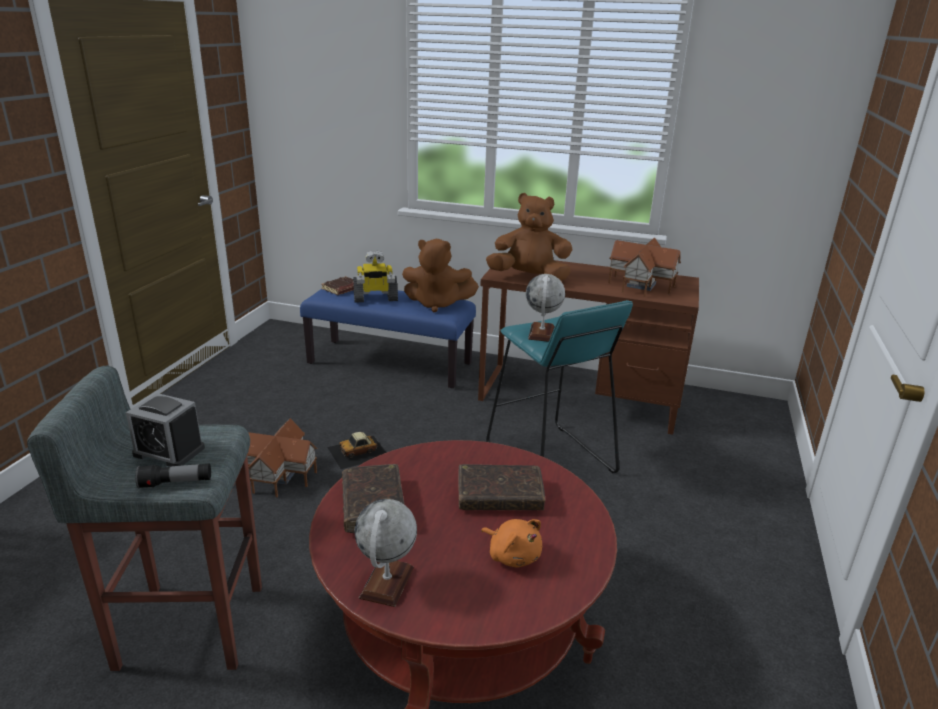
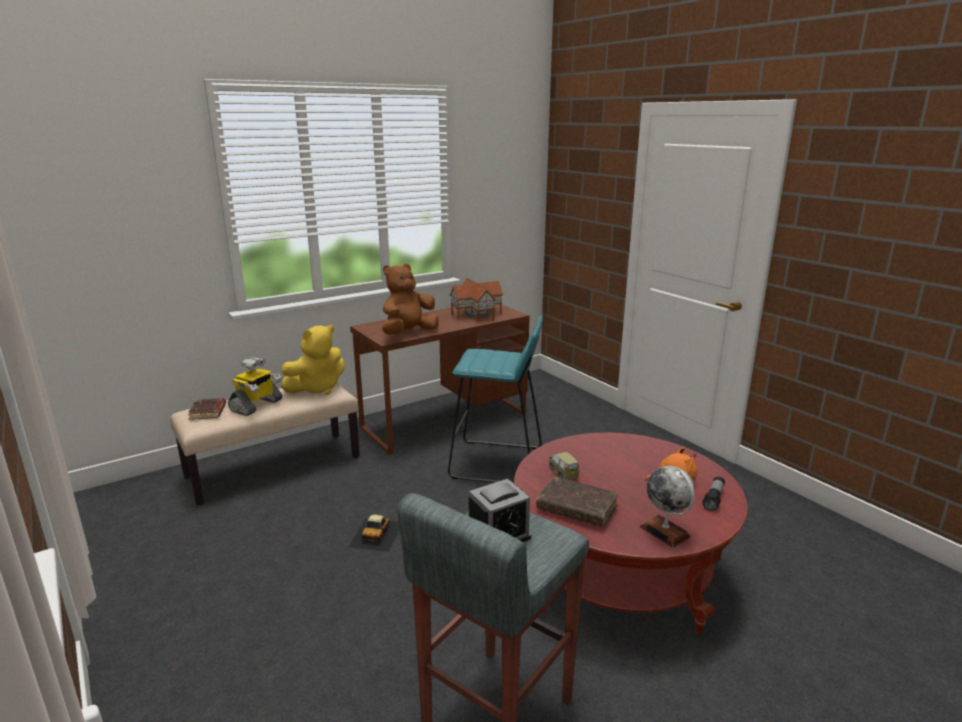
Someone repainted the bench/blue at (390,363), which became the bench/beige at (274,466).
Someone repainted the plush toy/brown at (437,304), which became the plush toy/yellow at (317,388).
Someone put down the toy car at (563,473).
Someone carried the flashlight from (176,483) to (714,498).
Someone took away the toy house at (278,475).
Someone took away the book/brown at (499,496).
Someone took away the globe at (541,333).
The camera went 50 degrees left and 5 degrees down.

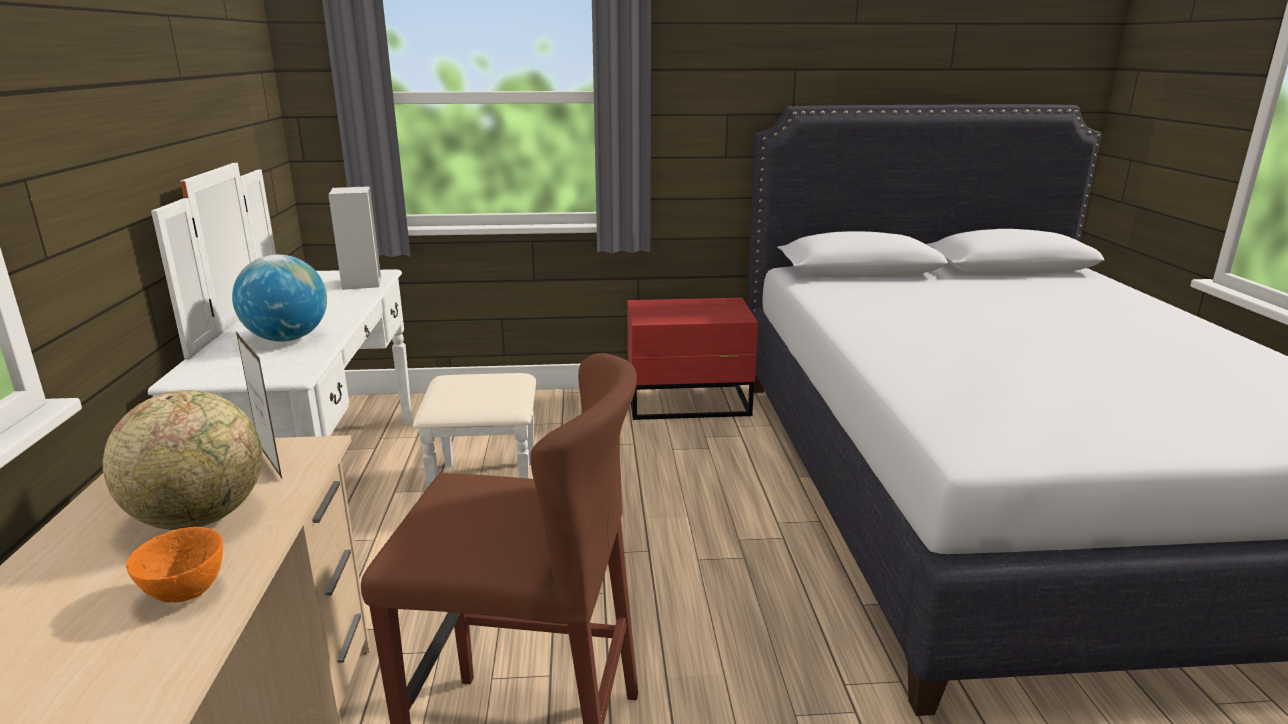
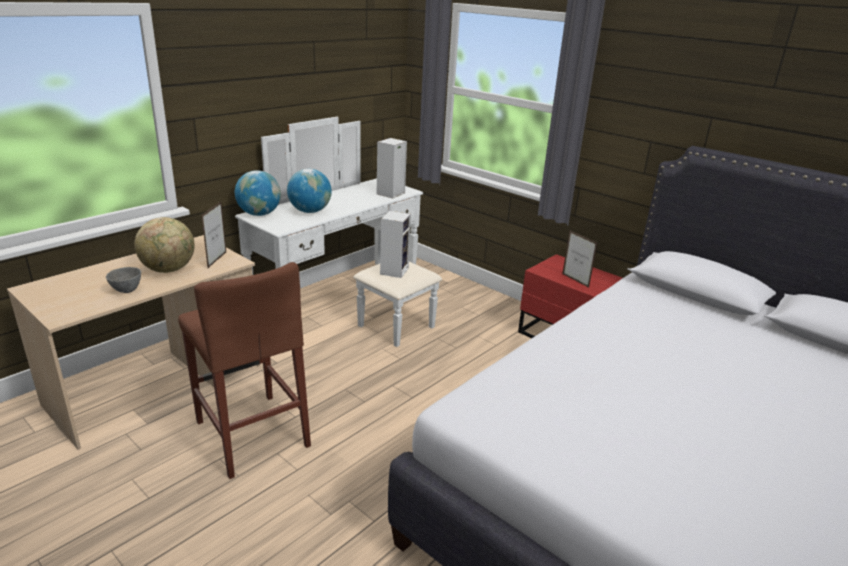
Someone repainted the bowl/orange at (188,593), which became the bowl/grey at (127,291).
Someone put down the globe at (259,214).
Someone put down the speaker at (394,270).
Someone put down the picture frame at (575,280).
The camera went 45 degrees right and 5 degrees up.

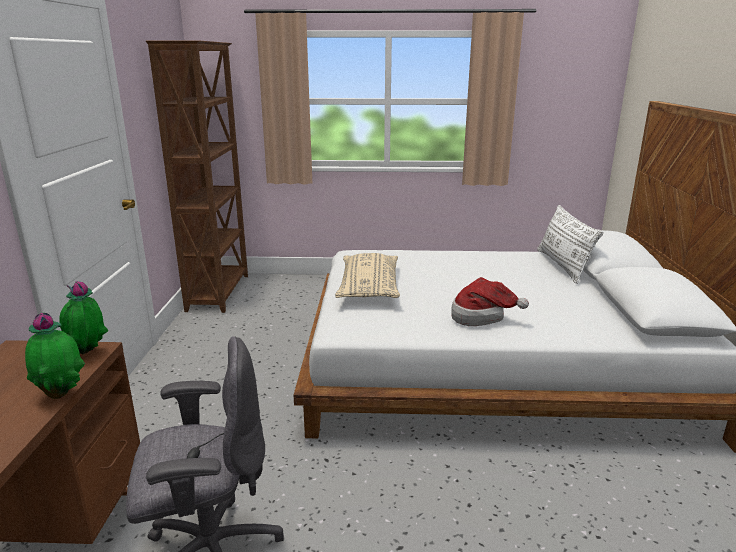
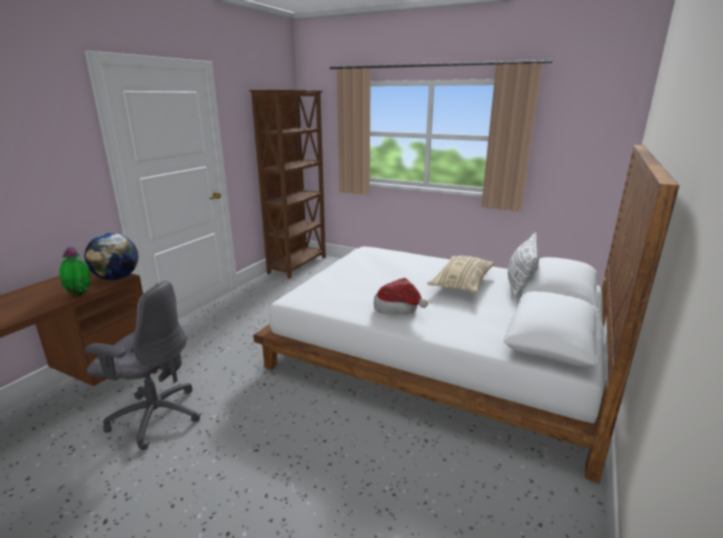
Someone swapped the potted plant at (88,354) for the globe at (116,278).
Someone carried the pillow/beige from (369,288) to (462,283).
The camera went 25 degrees right and 0 degrees up.

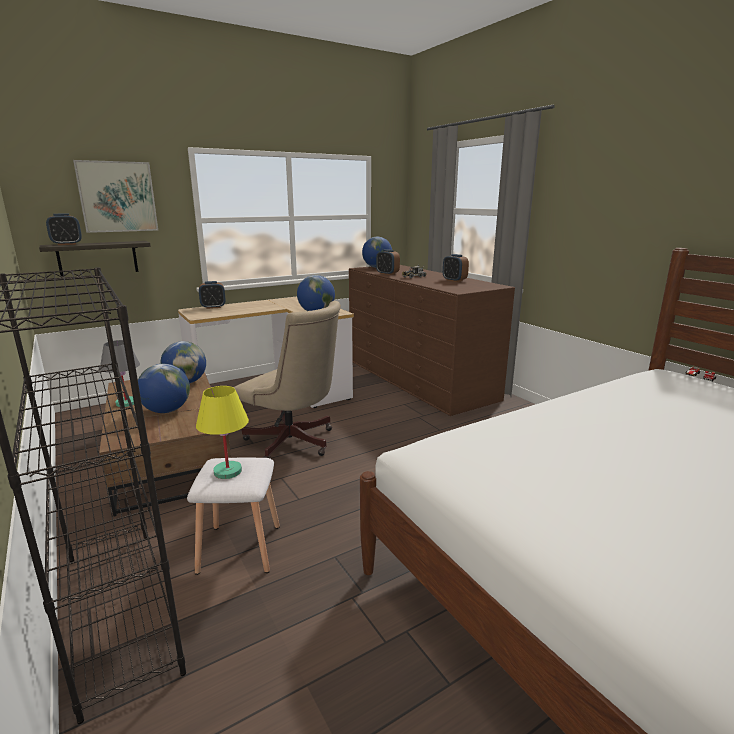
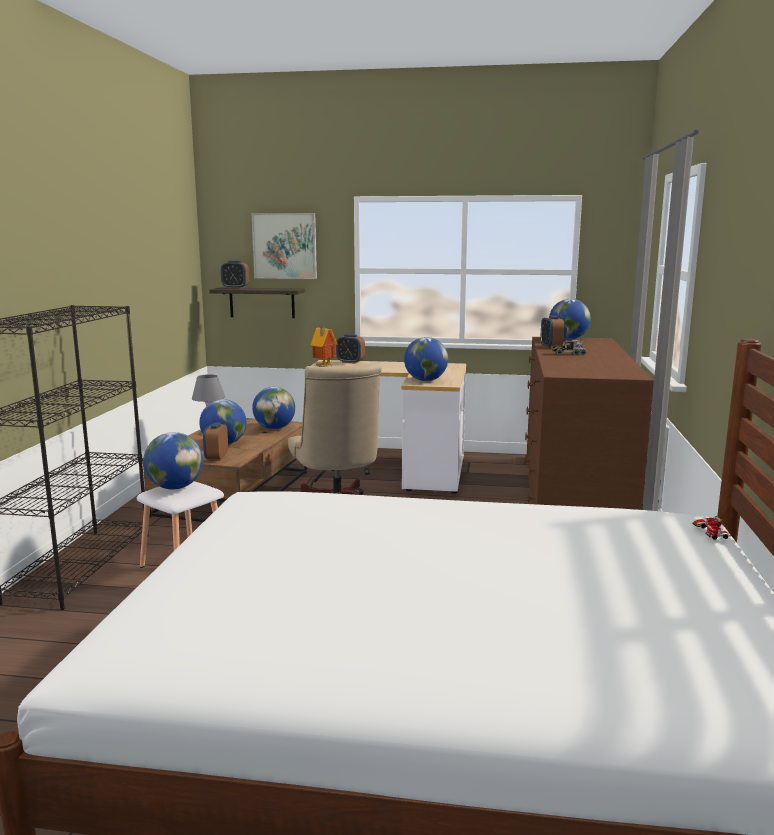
Someone swapped the table lamp/yellow at (227,472) for the globe at (175,487).
Someone carried the alarm clock from (454,280) to (216,457).
Someone put down the toy house at (323,366).
The camera went 40 degrees right and 5 degrees down.

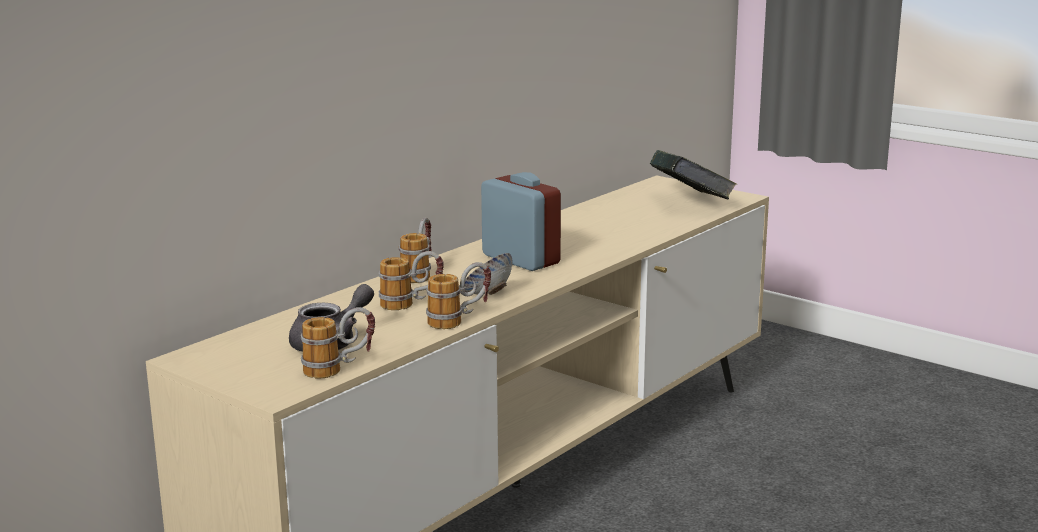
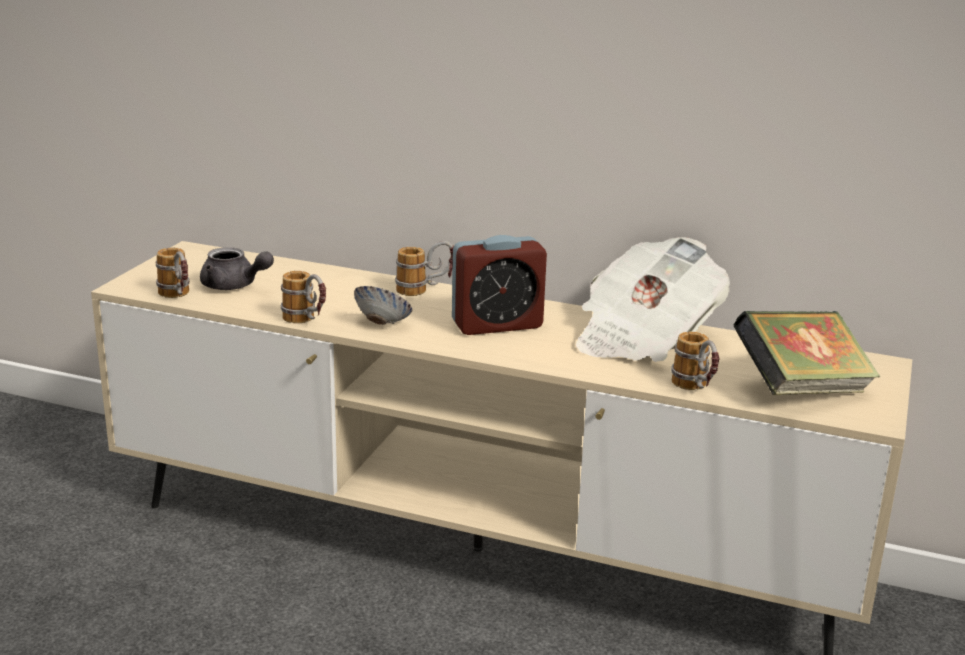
Someone rotated the alarm clock at (520,259) by 45 degrees clockwise.
Someone put down the newspaper at (643,338).
Someone carried the mug from (411,305) to (696,389).
The camera went 70 degrees right and 5 degrees up.

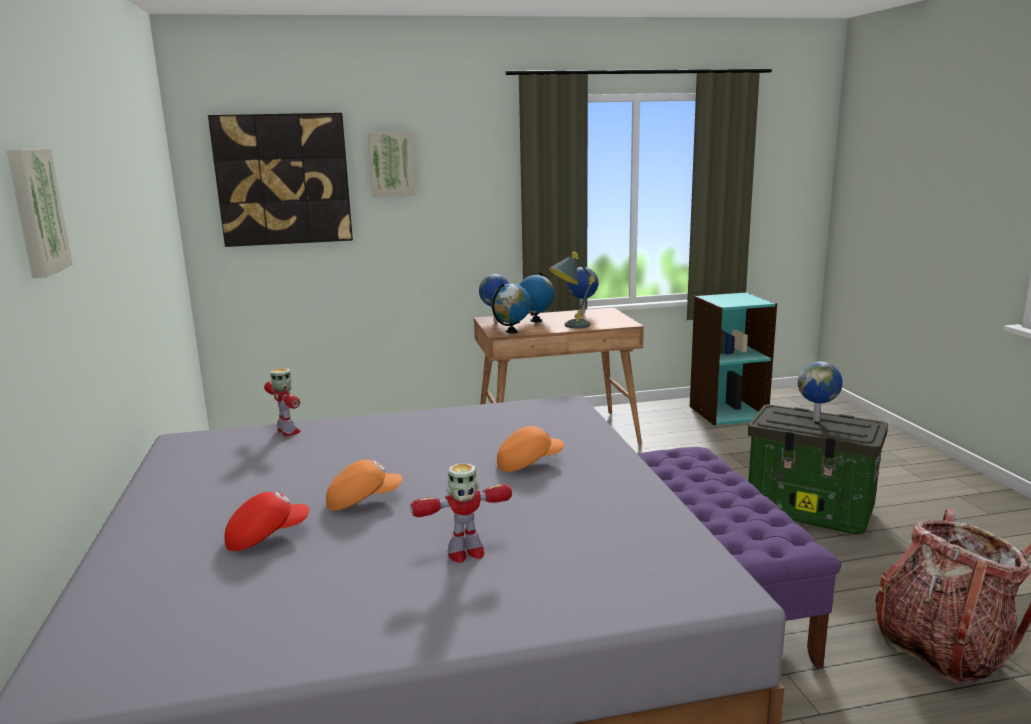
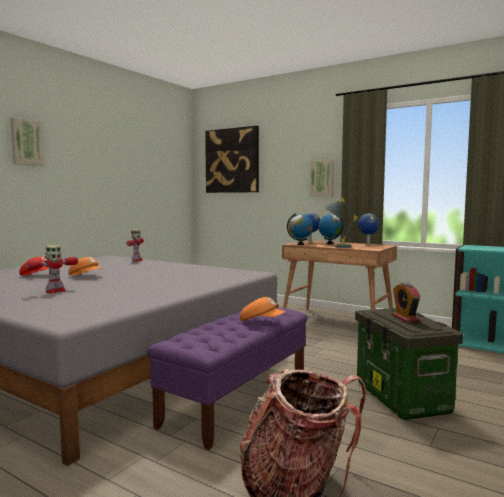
Someone rotated the toy robot at (465,553) by 75 degrees counterclockwise.
Someone carried the cap/orange from (529,463) to (261,321).
Someone carried the picture from (391,164) to (322,178).
Someone swapped the globe at (817,420) for the alarm clock at (405,318).
The camera went 45 degrees right and 10 degrees down.

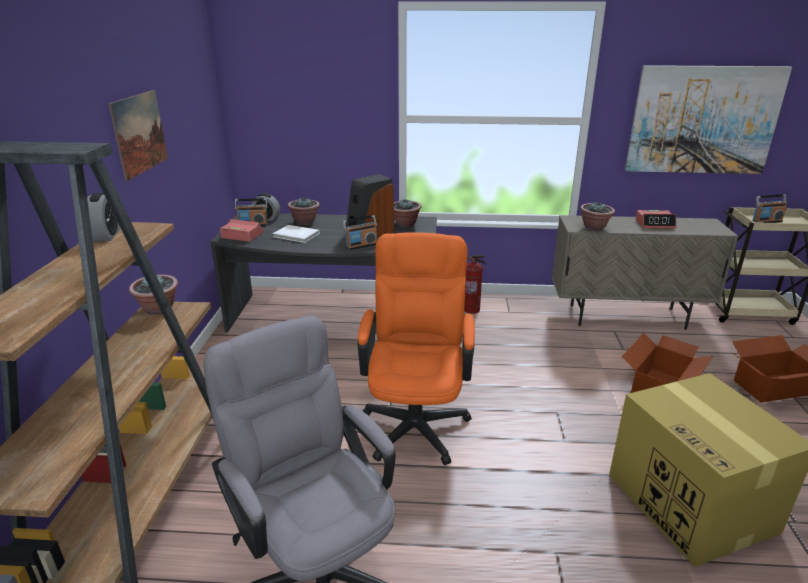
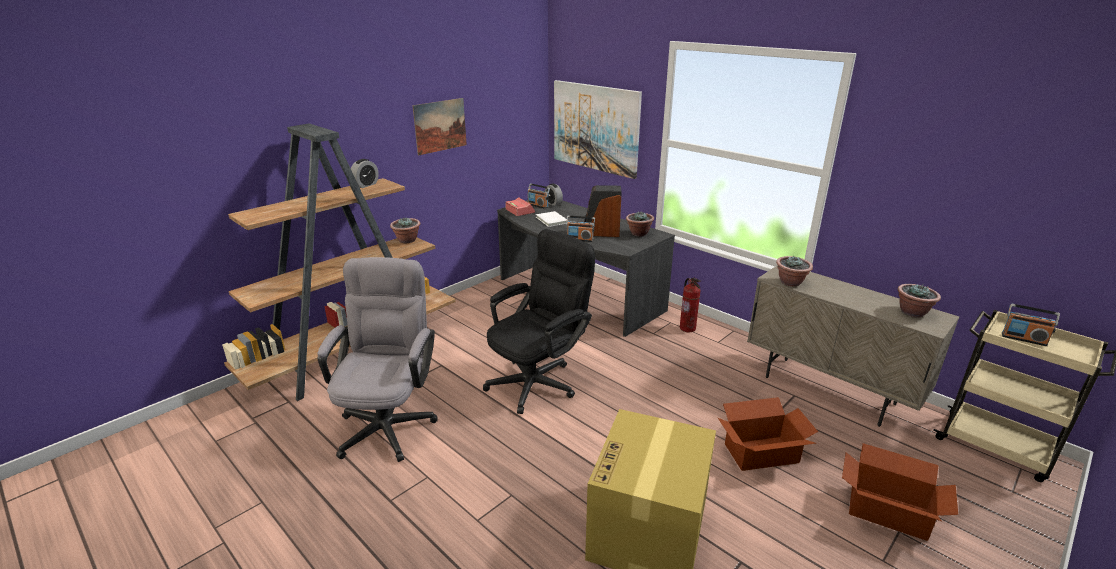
Someone repainted the office chair/orange at (416,420), which became the office chair/black at (539,380).
Someone carried the picture from (703,120) to (595,128).
Someone carried the potted plant from (305,222) to (912,312).
Someone took away the alarm clock at (655,224).
The camera went 40 degrees right and 0 degrees up.

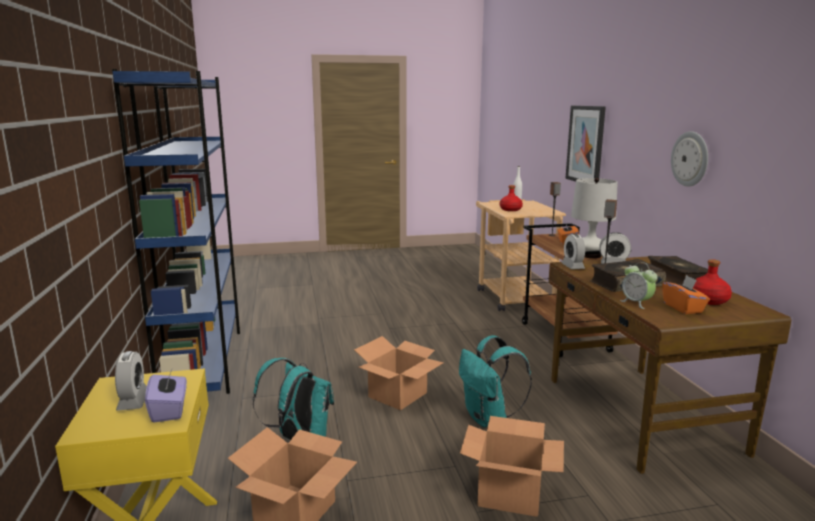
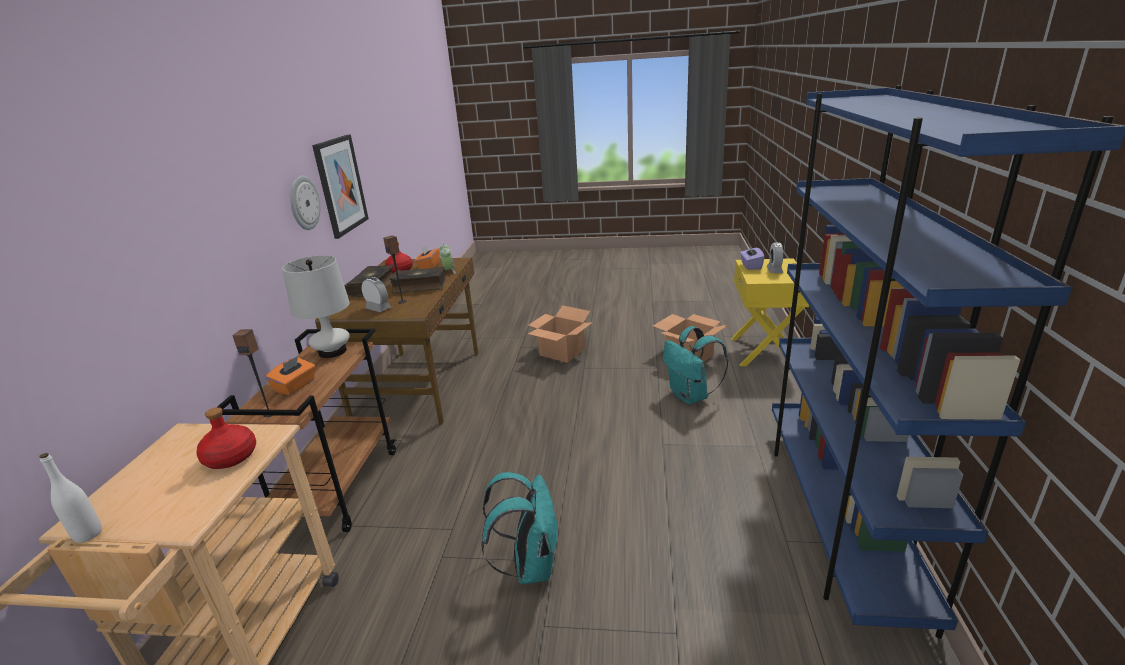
Someone carried the picture from (585,144) to (340,185).
Someone carried the backpack/turquoise from (488,418) to (530,565).
Someone took away the cardboard box at (398,394).
Someone took away the alarm clock at (572,266).
The camera went 160 degrees left and 10 degrees up.

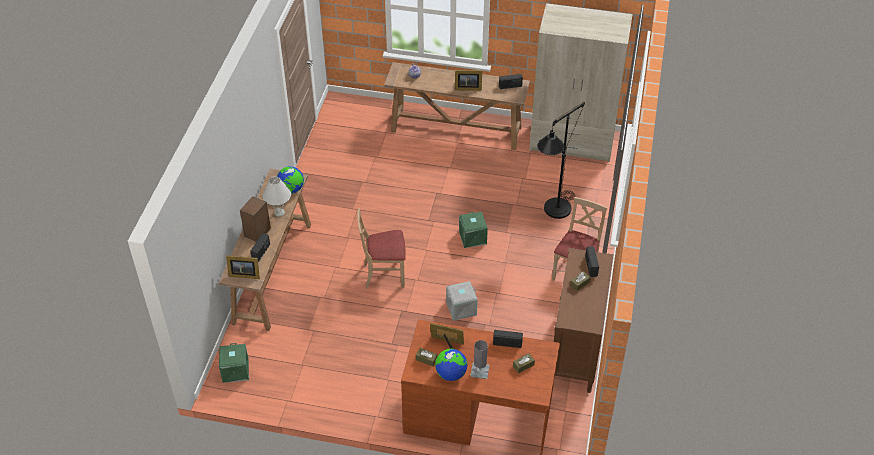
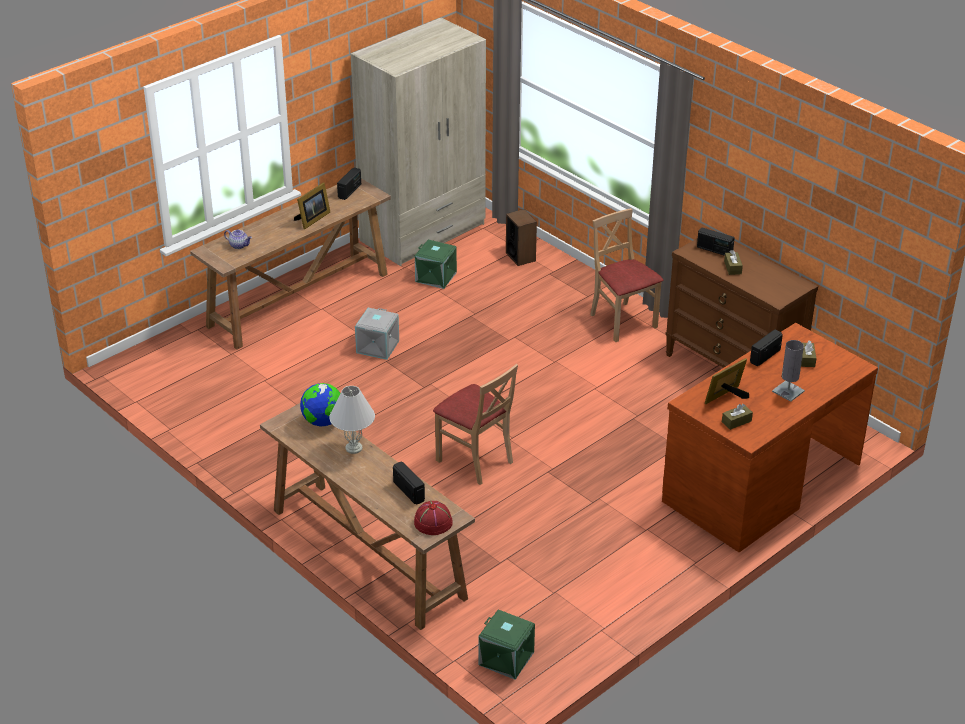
Someone carried the storage box/grey from (461,309) to (378,347).
Someone swapped the picture frame at (244,274) for the hat/red at (433,521).
Someone carried the storage box/green from (472,237) to (435,277).
Someone rotated the chair/beige at (384,274) by 75 degrees counterclockwise.
Someone carried the speaker from (257,232) to (520,256).
Someone took away the globe at (451,374).
Someone took away the floor lamp/black at (553,213).
The camera went 55 degrees left and 10 degrees down.

